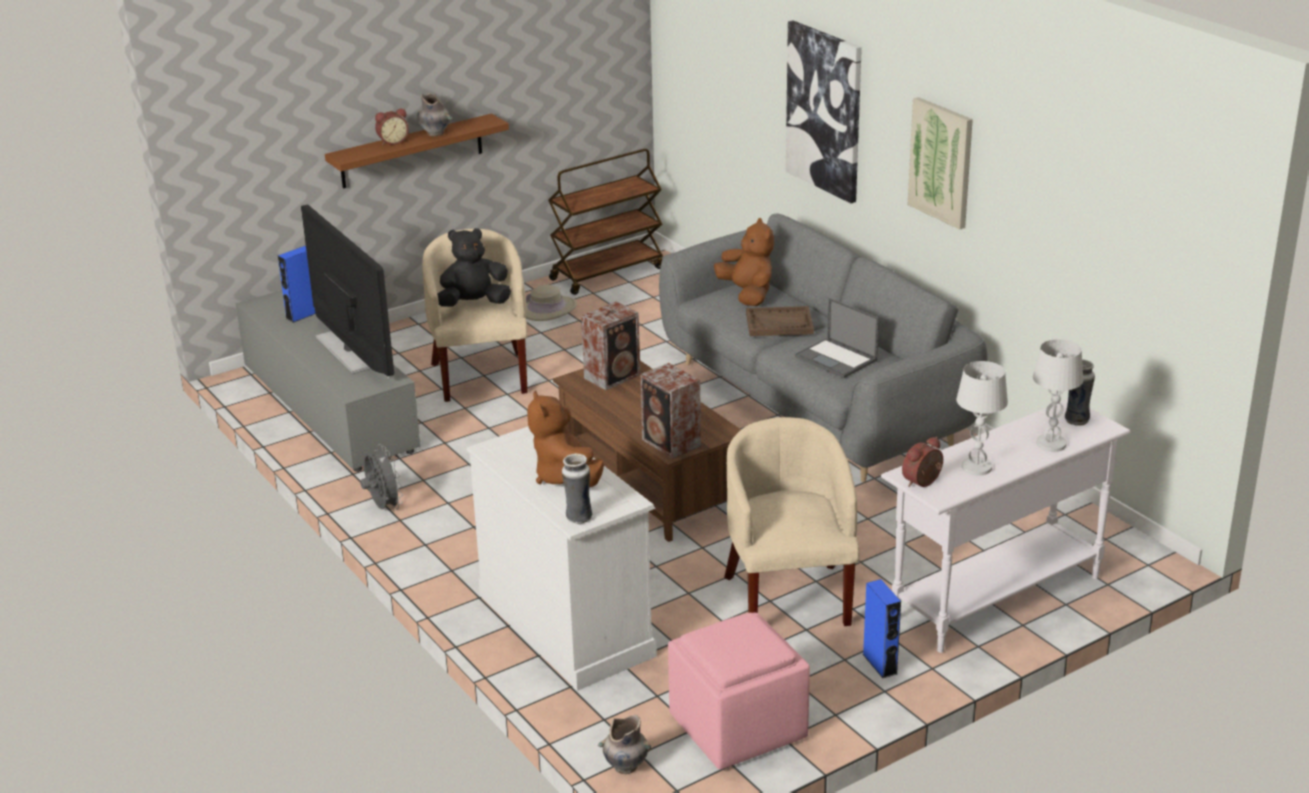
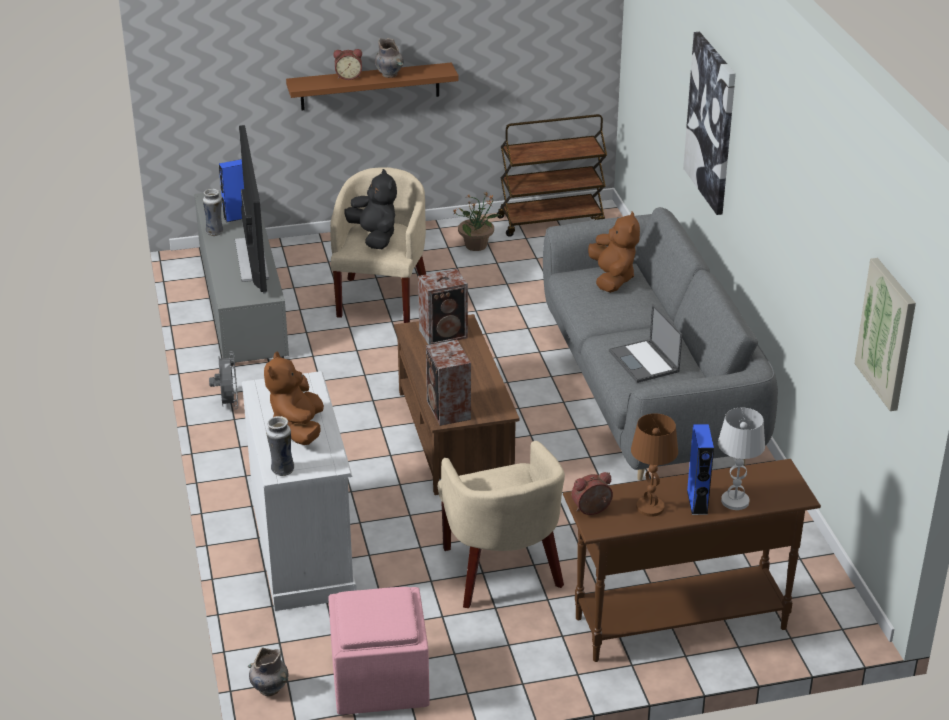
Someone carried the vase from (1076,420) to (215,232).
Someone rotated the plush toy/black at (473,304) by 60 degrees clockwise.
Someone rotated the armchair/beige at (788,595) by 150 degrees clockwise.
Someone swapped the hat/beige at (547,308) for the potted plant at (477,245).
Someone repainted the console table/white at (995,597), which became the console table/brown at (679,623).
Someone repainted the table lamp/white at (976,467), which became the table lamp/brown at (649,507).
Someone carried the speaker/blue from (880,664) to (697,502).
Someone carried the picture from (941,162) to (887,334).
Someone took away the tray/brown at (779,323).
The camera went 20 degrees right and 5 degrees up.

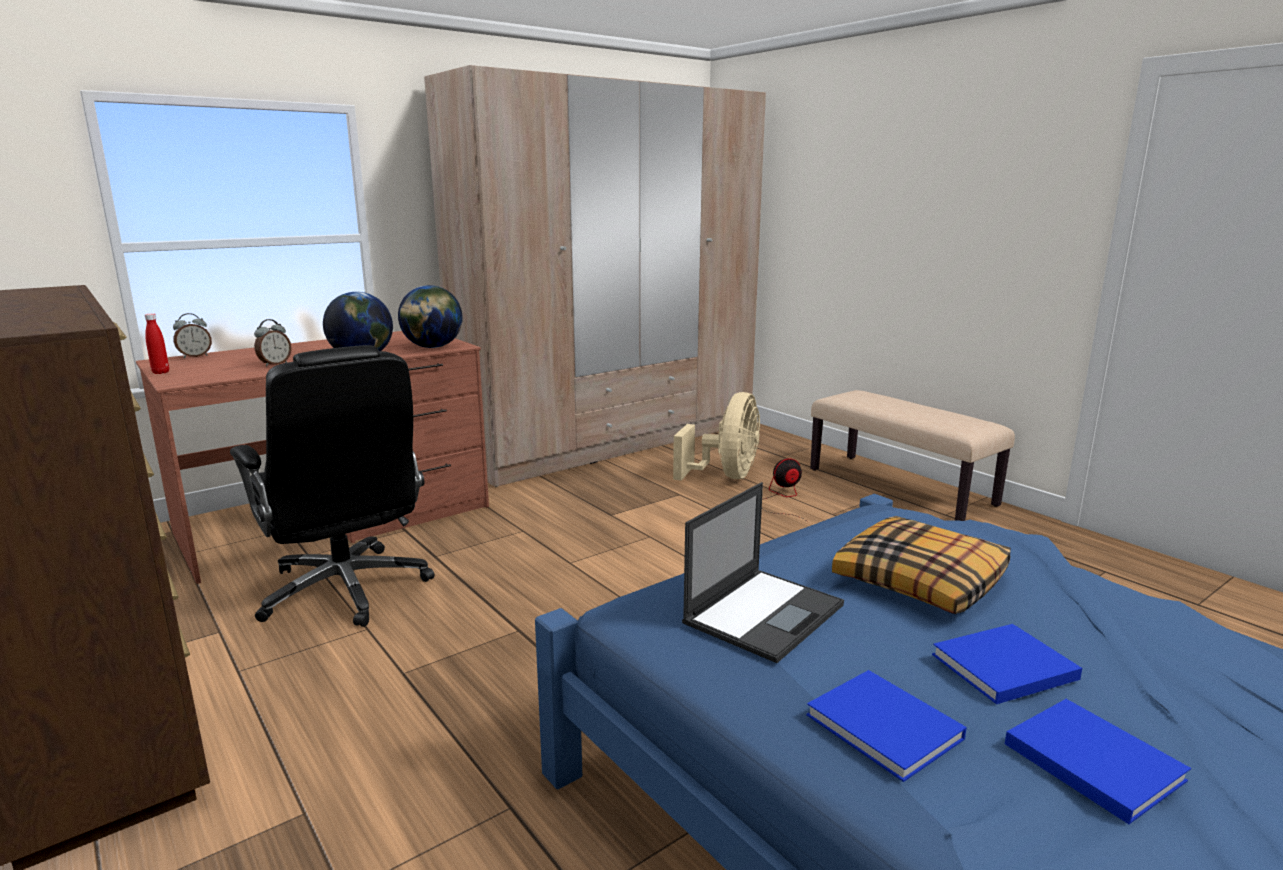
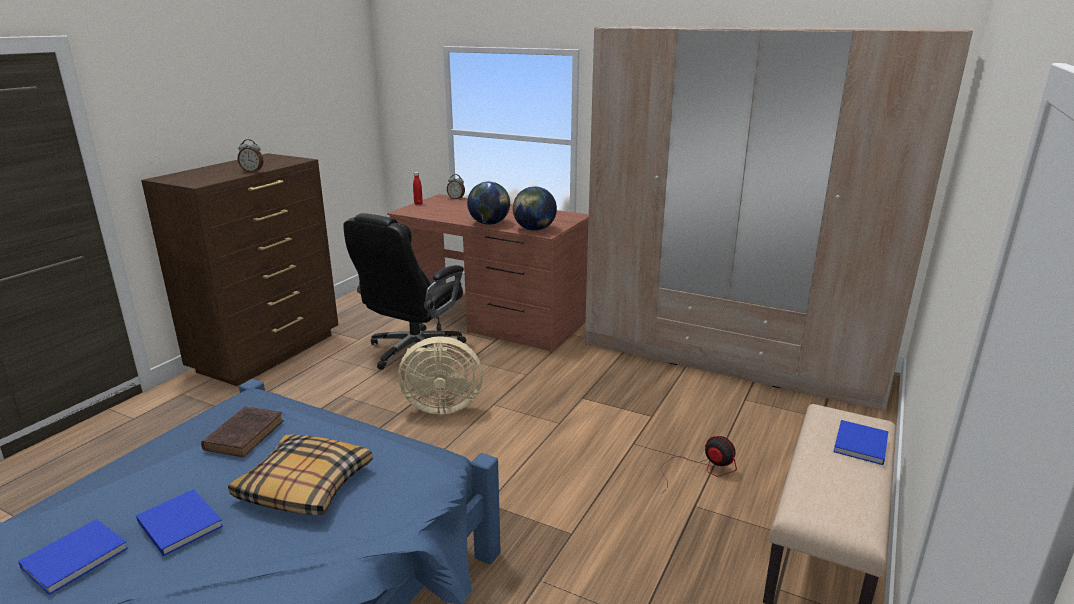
Someone swapped the laptop at (764,613) for the book/brown at (246,434).
Someone carried the alarm clock from (274,364) to (252,171).
Someone carried the fan/beige from (726,476) to (440,406).
Someone carried the book/blue from (887,729) to (860,445).
The camera went 65 degrees right and 5 degrees up.

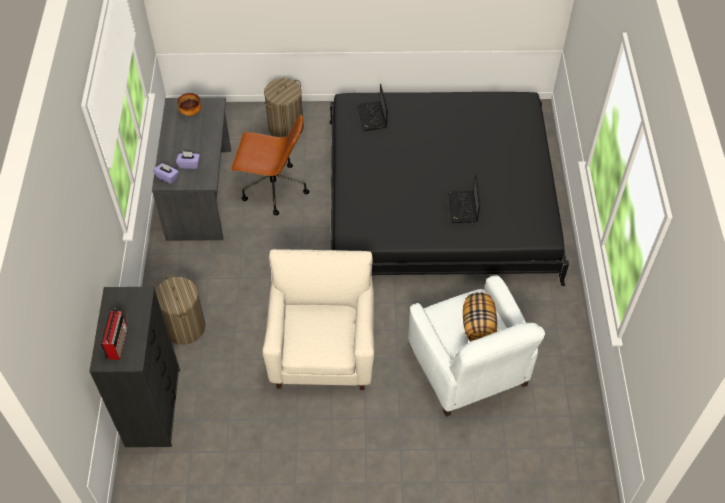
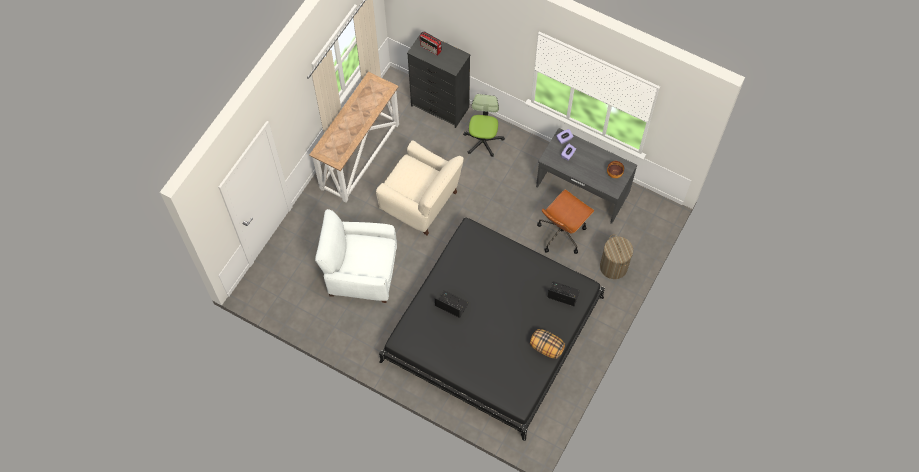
Someone put down the console table at (360,155).
Someone swapped the laundry basket at (184,327) for the office chair at (483,141).
Someone carried the pillow from (478,326) to (546,347).
The camera went 120 degrees right and 10 degrees up.

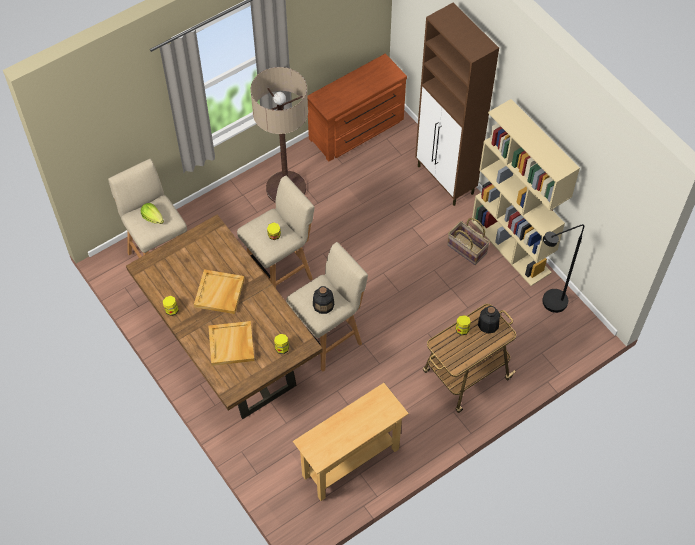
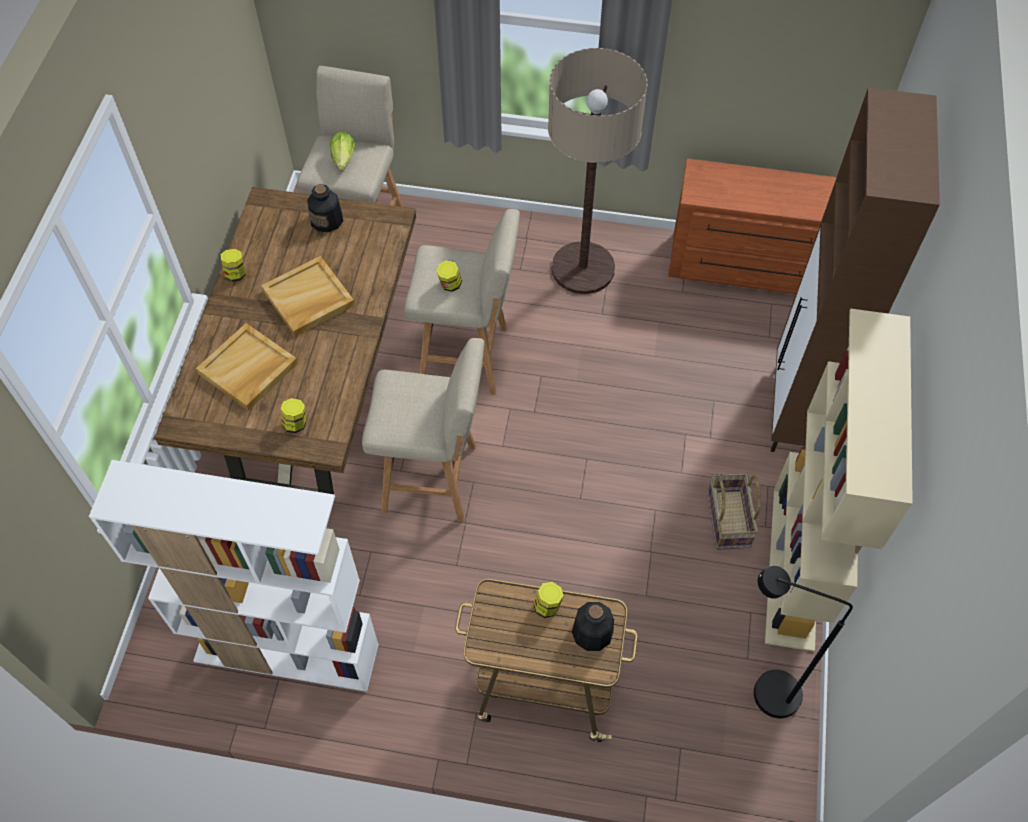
Someone swapped the console table/beige at (350,462) for the bookcase/white at (285,654).
Someone carried the bottle from (323,304) to (327,220).
The camera went 45 degrees right and 0 degrees up.

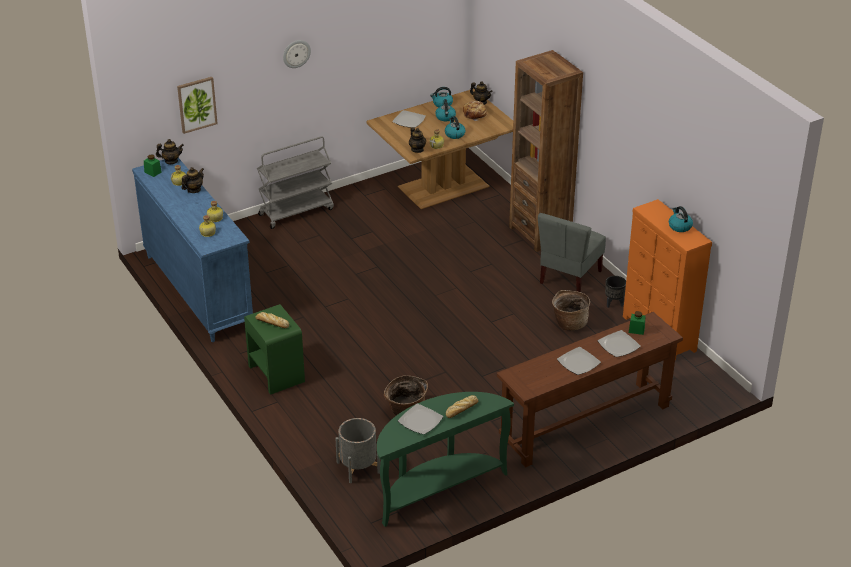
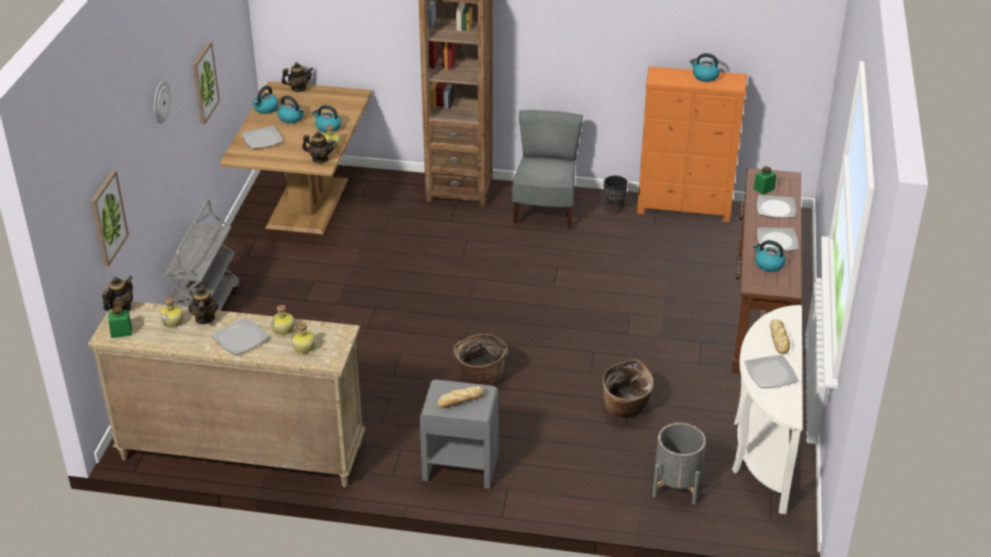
Someone repainted the dresser/blue at (198,291), which became the dresser/beige at (241,452).
Someone put up the picture at (204,82).
Someone put down the plate at (240,338).
Someone repainted the nightstand/green at (276,373), which became the nightstand/grey at (460,466).
Someone carried the basket from (569,323) to (480,377).
Someone rotated the chair/grey at (569,277) by 150 degrees counterclockwise.
Someone repainted the console table/green at (437,488), which became the console table/white at (761,449).
Someone put down the kettle at (768,264).
Someone took away the bread at (475,114).
The camera went 50 degrees left and 0 degrees up.

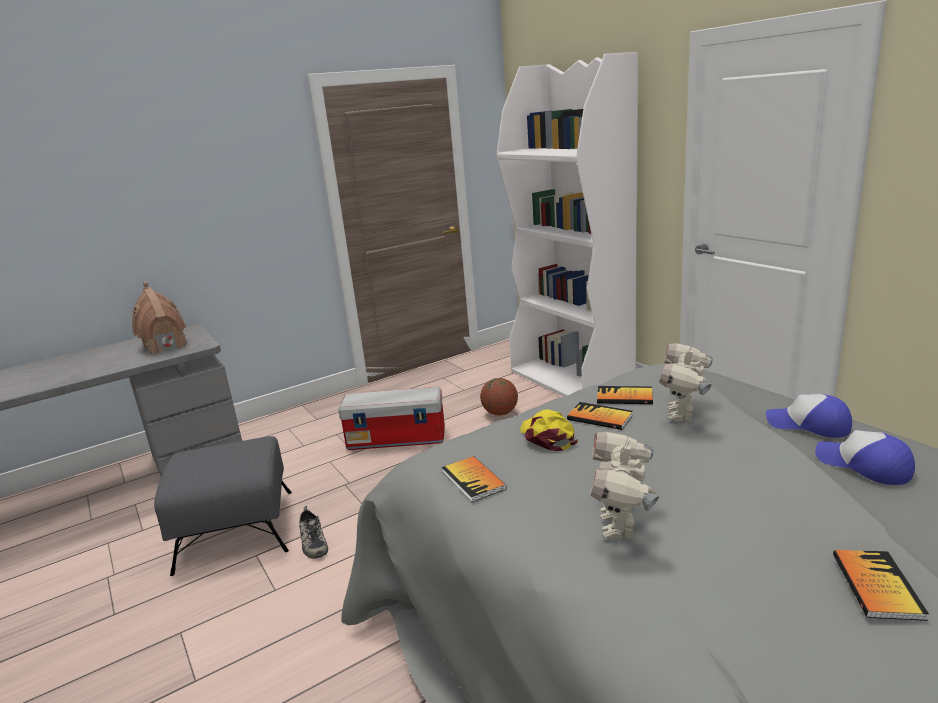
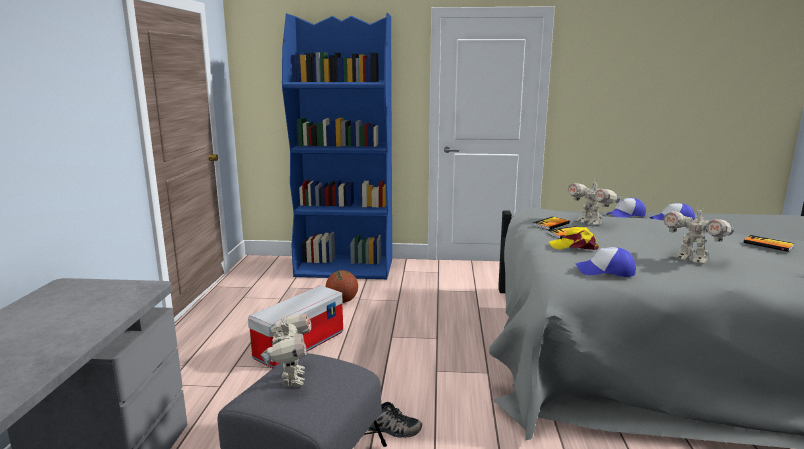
Someone put down the toy robot at (291,378).
Someone repainted the bookcase/white at (572,378), which became the bookcase/blue at (345,268).
Someone swapped the book at (473,480) for the cap at (605,271).
Someone took away the toy house at (165,346).
The camera went 55 degrees left and 5 degrees down.

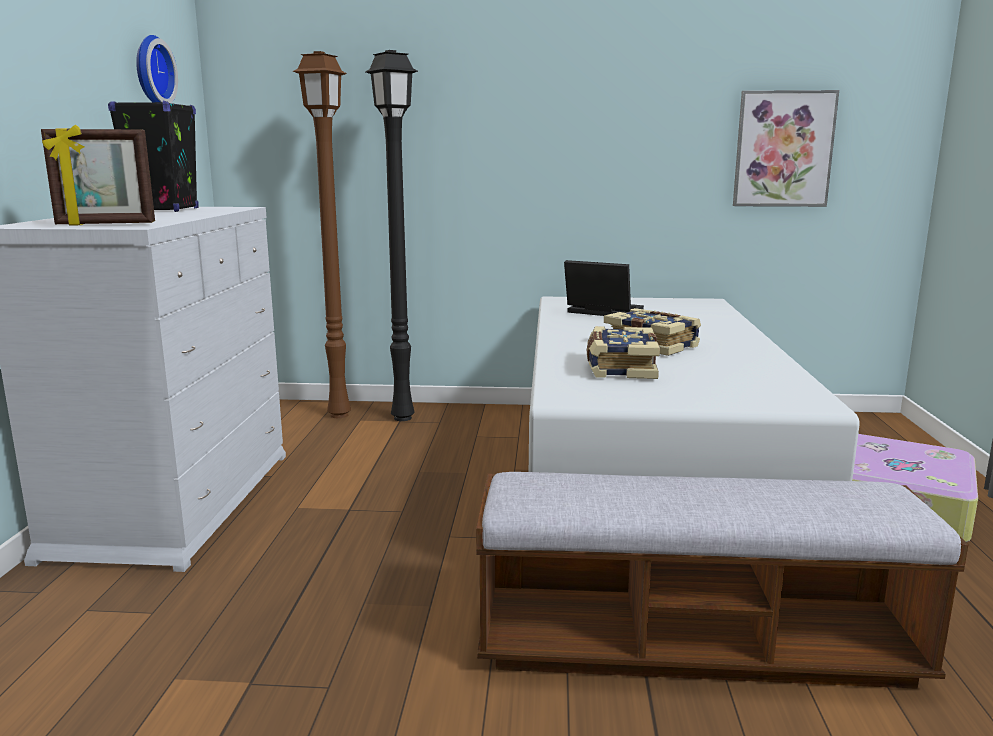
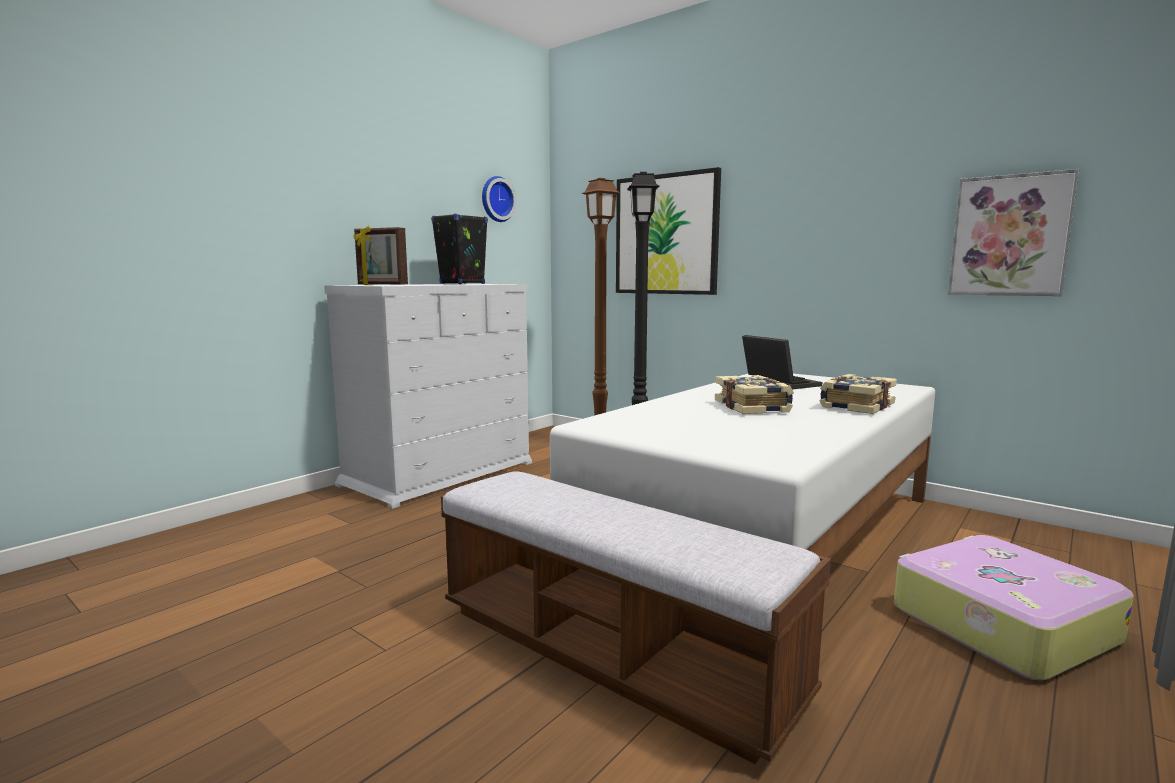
Someone put up the picture at (666,235).
Someone carried the book from (620,368) to (855,406).
The camera went 35 degrees right and 5 degrees down.

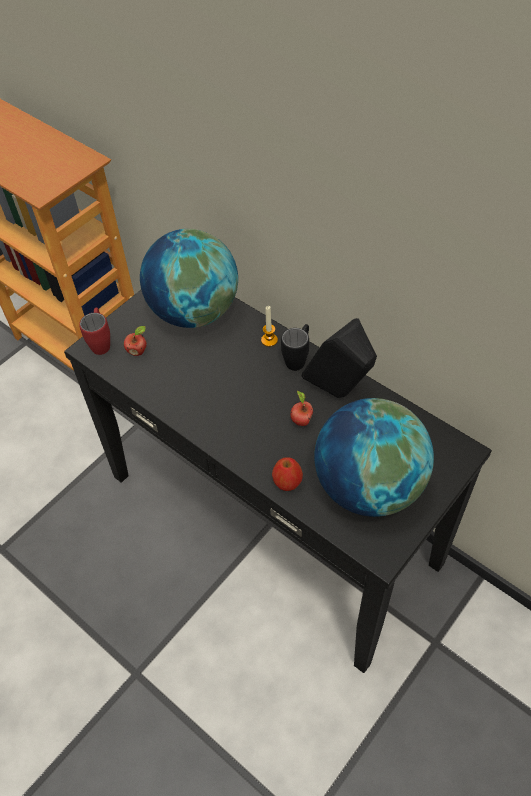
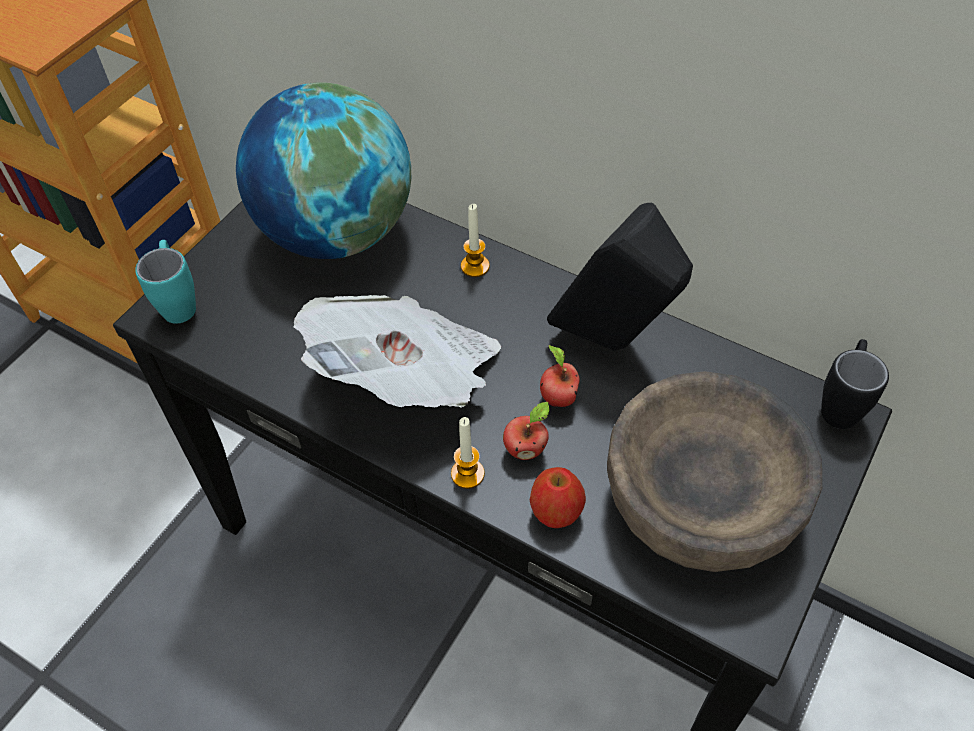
Someone repainted the mug/red at (101,342), which became the mug/turquoise at (179,302).
Someone put down the newspaper at (409,377).
Someone put down the candle at (467,474).
Someone carried the apple from (138,351) to (526,449).
Someone swapped the globe at (368,485) for the bowl/brown at (700,499).
Someone carried the mug/black from (298,358) to (841,404).
The camera went 10 degrees left and 0 degrees up.

